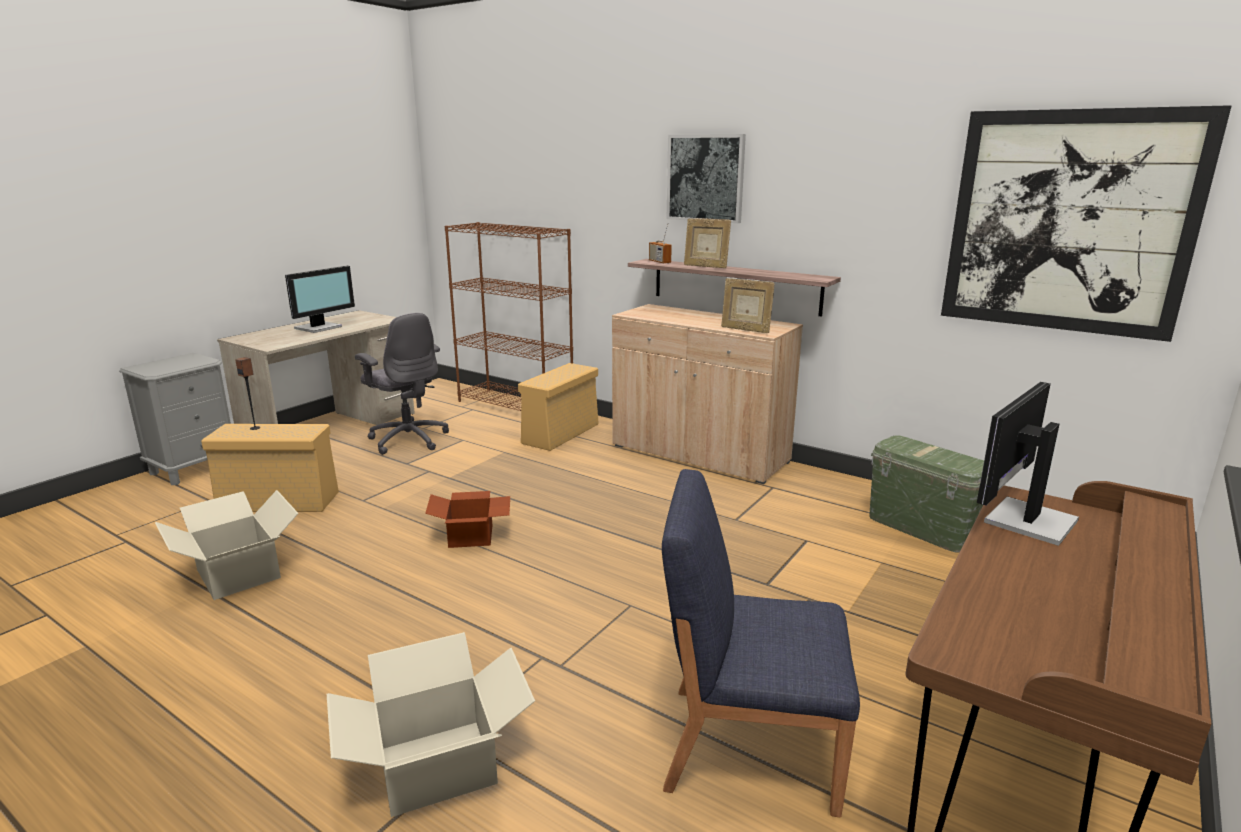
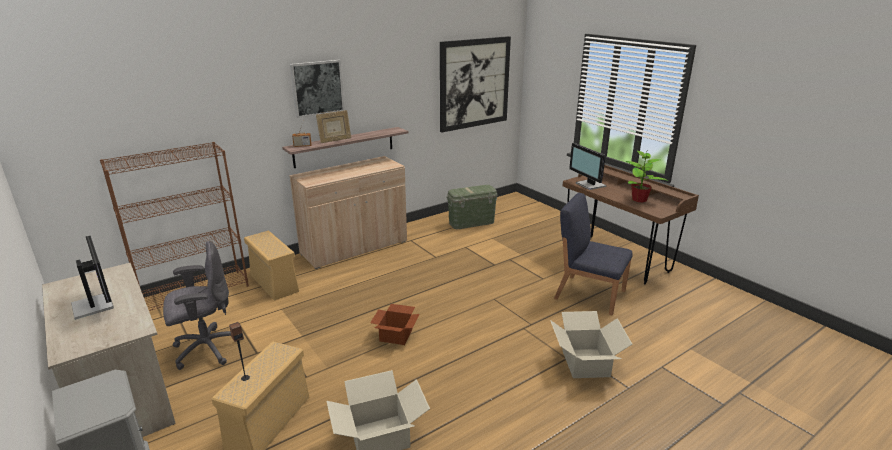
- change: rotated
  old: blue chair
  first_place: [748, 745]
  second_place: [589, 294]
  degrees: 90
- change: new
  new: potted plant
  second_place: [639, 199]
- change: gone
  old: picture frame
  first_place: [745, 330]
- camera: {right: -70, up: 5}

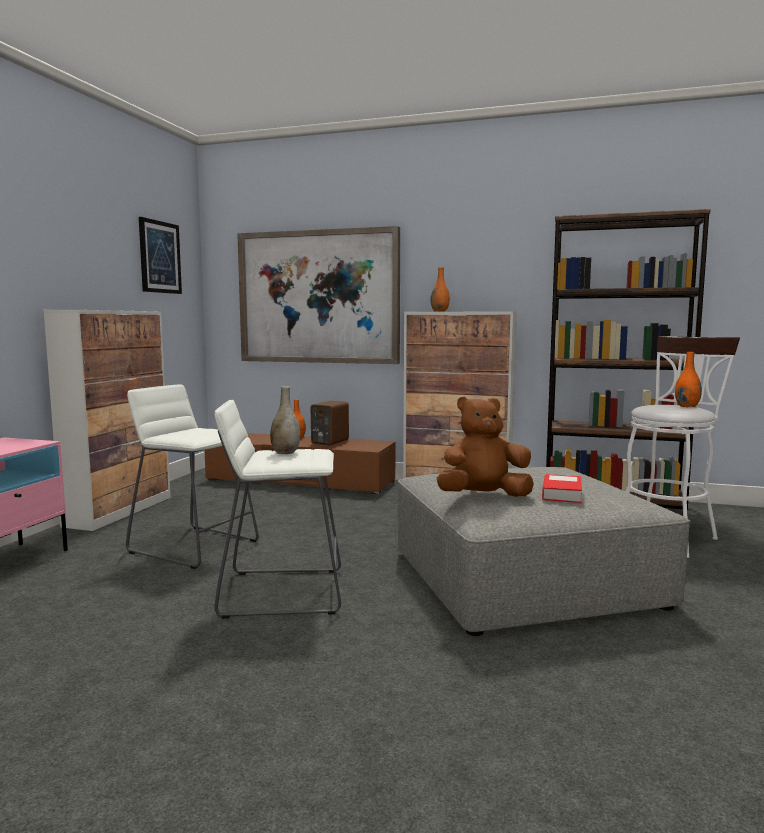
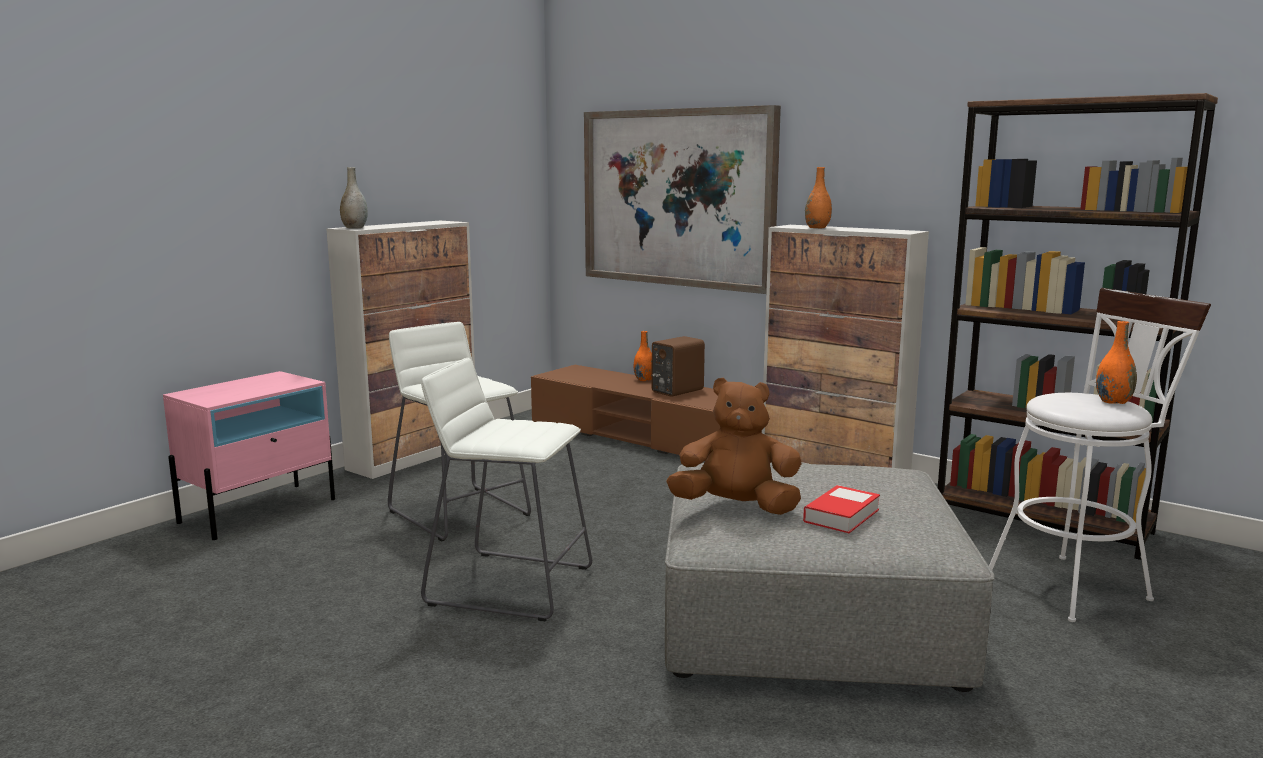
- change: shifted
  old: grey vase
  first_place: [285, 452]
  second_place: [354, 228]
- change: gone
  old: picture
  first_place: [159, 257]
- camera: {right: 20, up: 5}

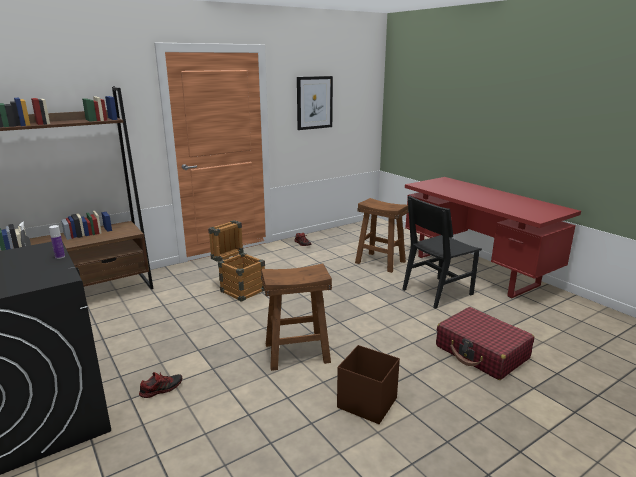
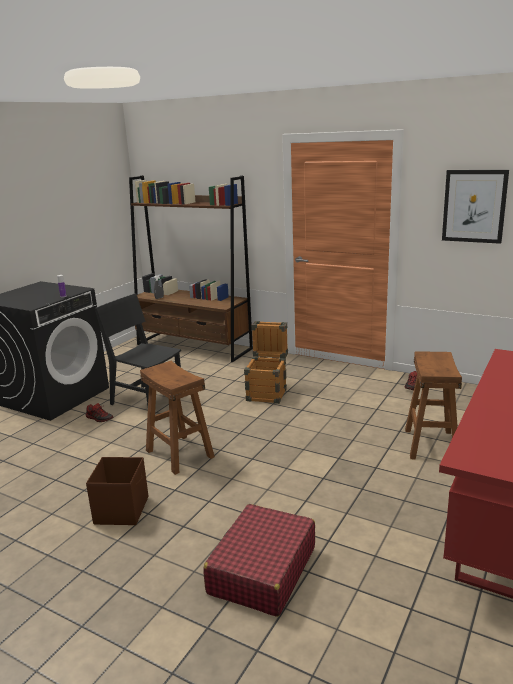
- change: shifted
  old: black chair
  first_place: [437, 292]
  second_place: [147, 400]
- camera: {right: 65, up: 0}

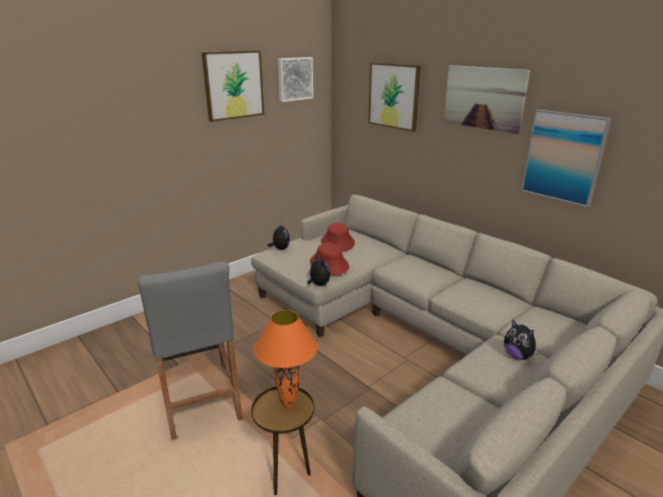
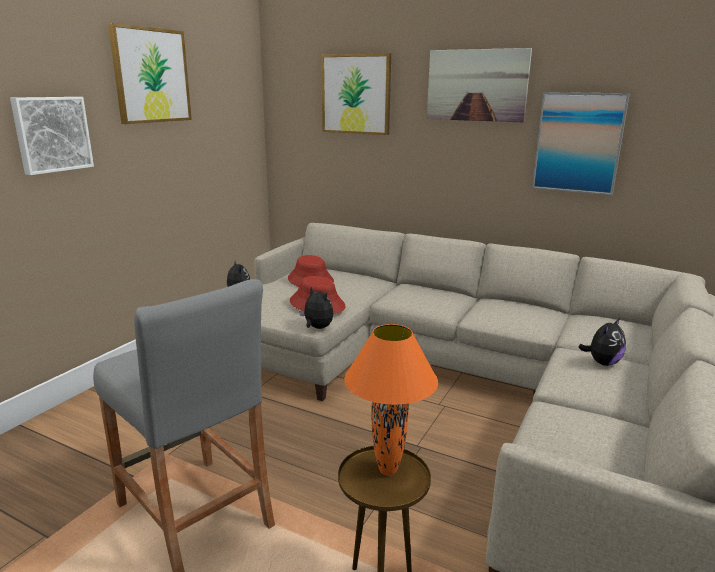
- change: shifted
  old: picture
  first_place: [294, 79]
  second_place: [52, 134]
- change: rotated
  old: plush toy
  first_place: [518, 356]
  second_place: [602, 362]
  degrees: -75
- camera: {right: -20, up: -5}

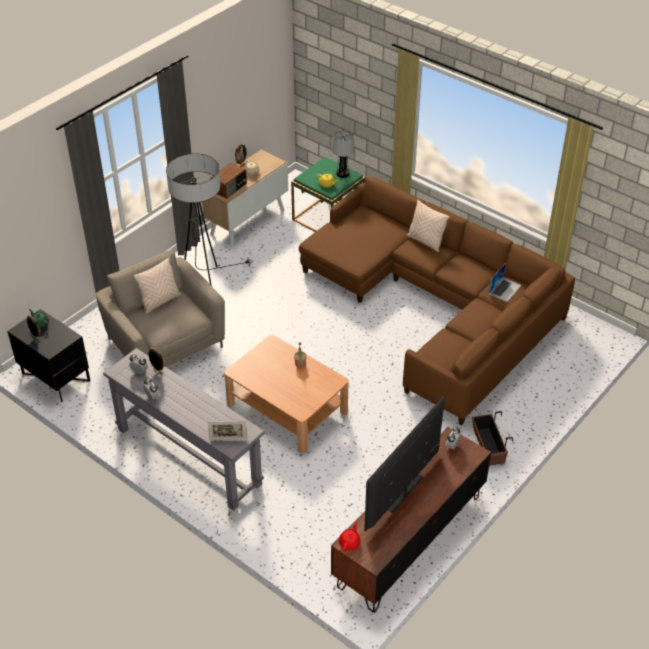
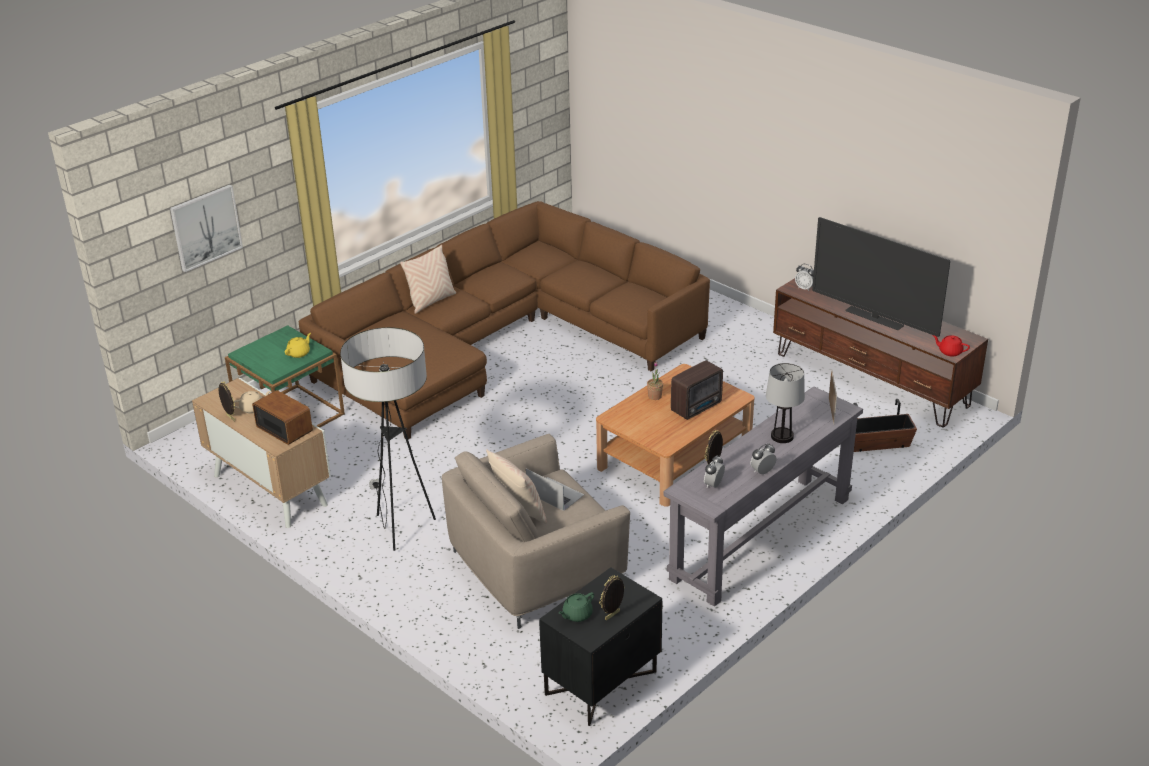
- change: new
  new: picture
  second_place: [206, 227]
- change: shifted
  old: laptop
  first_place: [505, 289]
  second_place: [555, 493]
- change: new
  new: radio
  second_place: [697, 407]
- change: shifted
  old: table lamp
  first_place: [343, 173]
  second_place: [782, 436]
- change: shifted
  old: planter
  first_place: [488, 447]
  second_place: [878, 443]
- camera: {right: -85, up: -10}

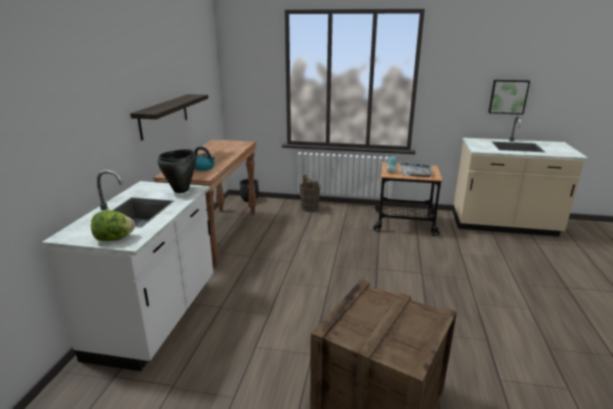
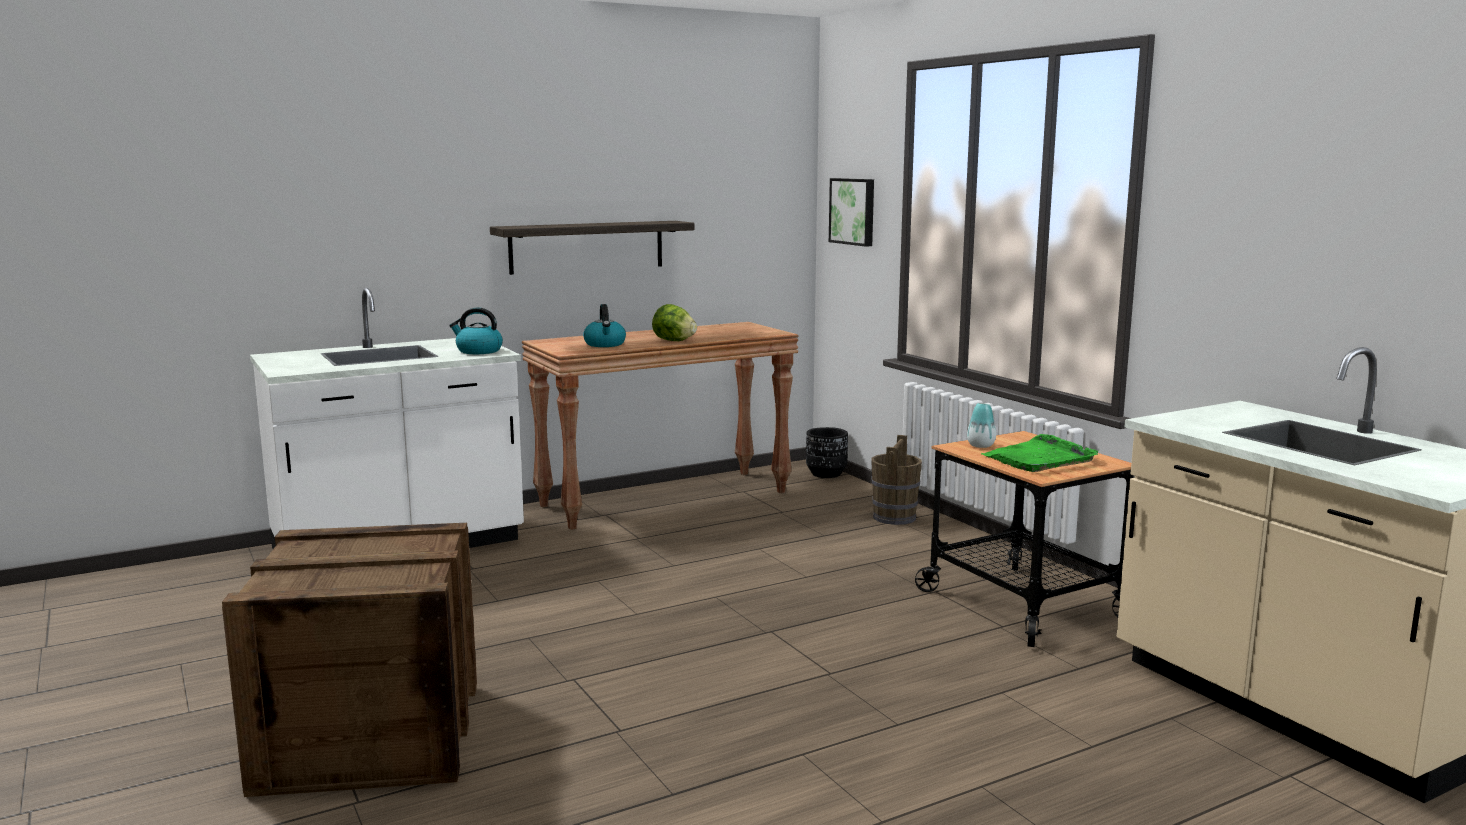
- change: swapped
  old: black cooking pot
  new: kettle
  first_place: [181, 190]
  second_place: [478, 351]
- change: shifted
  old: lettuce
  first_place: [114, 239]
  second_place: [674, 341]
- change: shifted
  old: picture
  first_place: [508, 96]
  second_place: [854, 211]
- change: repainted
  old: grey tray
  new: green tray
  first_place: [416, 171]
  second_place: [1039, 458]
- camera: {right: 50, up: -10}

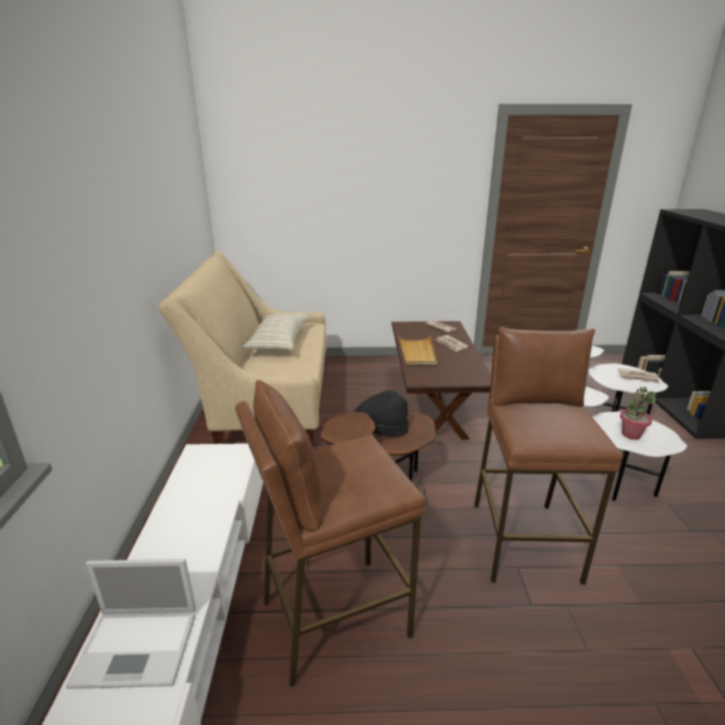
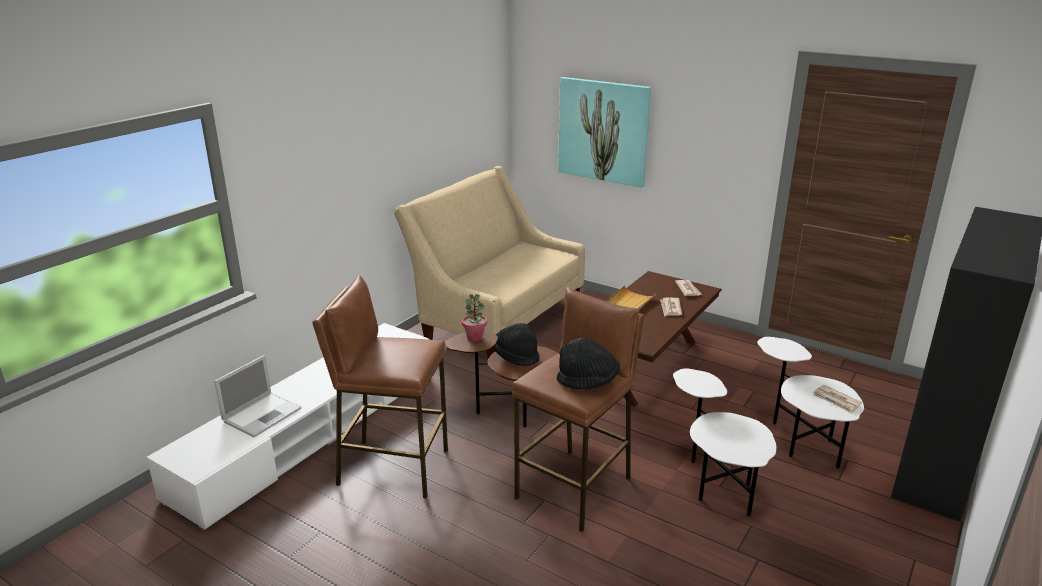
- change: rotated
  old: laptop
  first_place: [139, 647]
  second_place: [263, 414]
  degrees: -90
- change: shifted
  old: potted plant
  first_place: [631, 435]
  second_place: [475, 337]
- change: new
  new: black hat
  second_place: [588, 382]
- change: new
  new: picture
  second_place: [603, 131]
- change: gone
  old: pillow
  first_place: [279, 343]
- camera: {right: 35, up: 0}

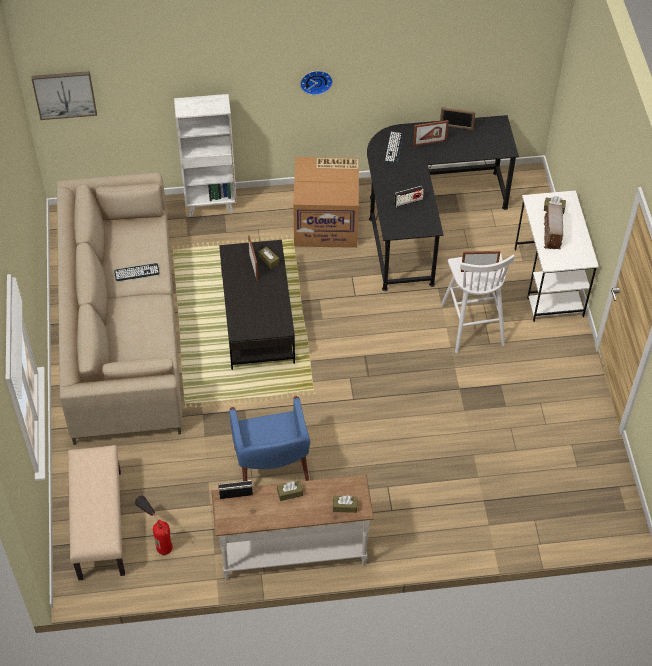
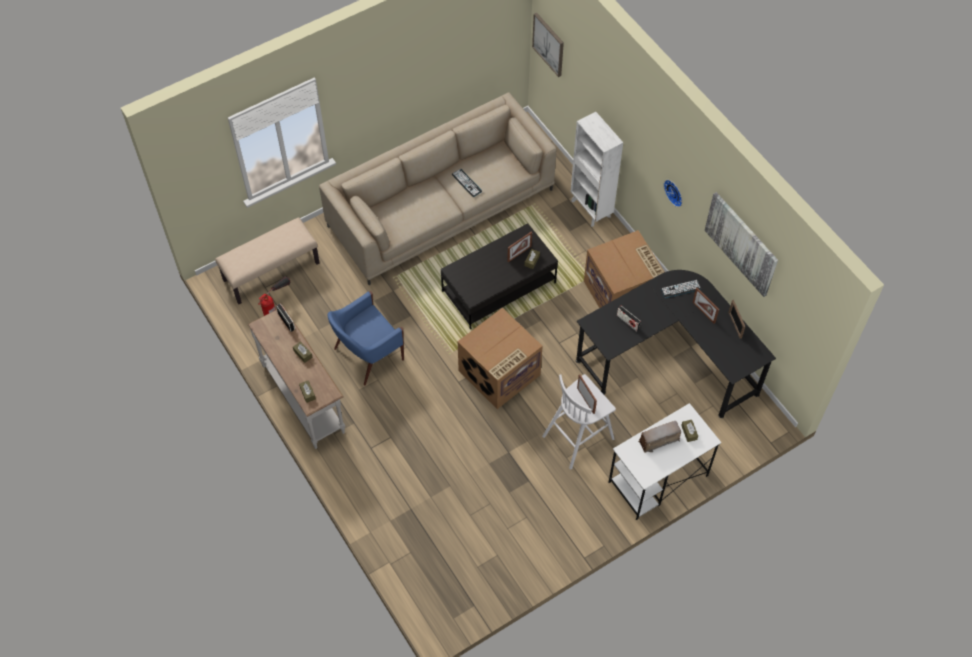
- change: new
  new: cardboard box
  second_place: [499, 374]
- change: new
  new: picture
  second_place: [741, 243]
- camera: {right: 65, up: 5}

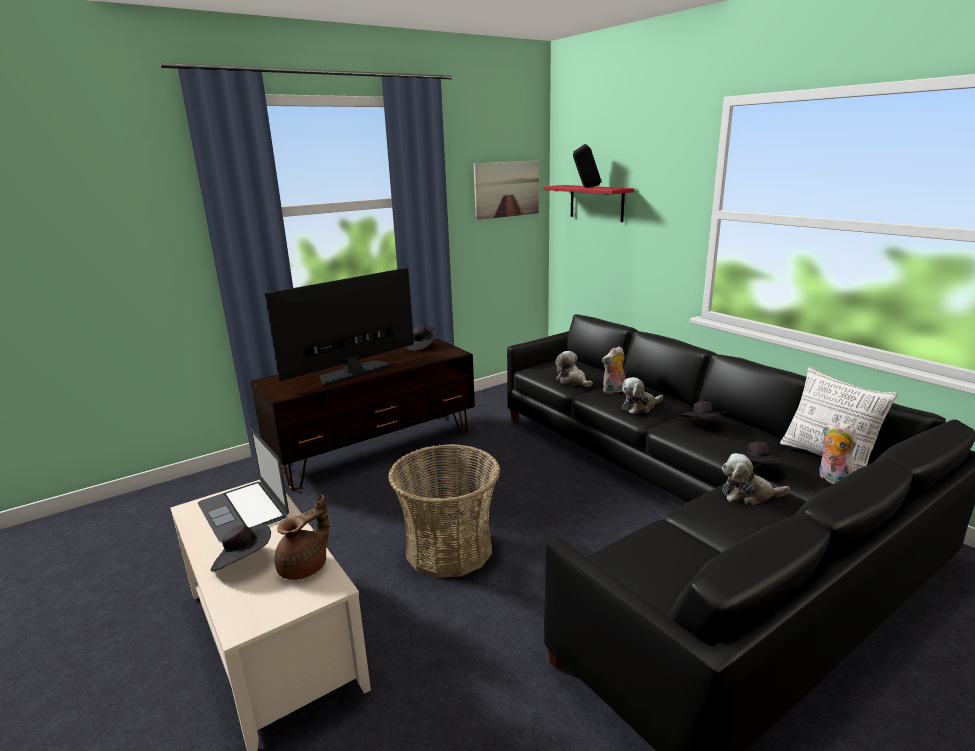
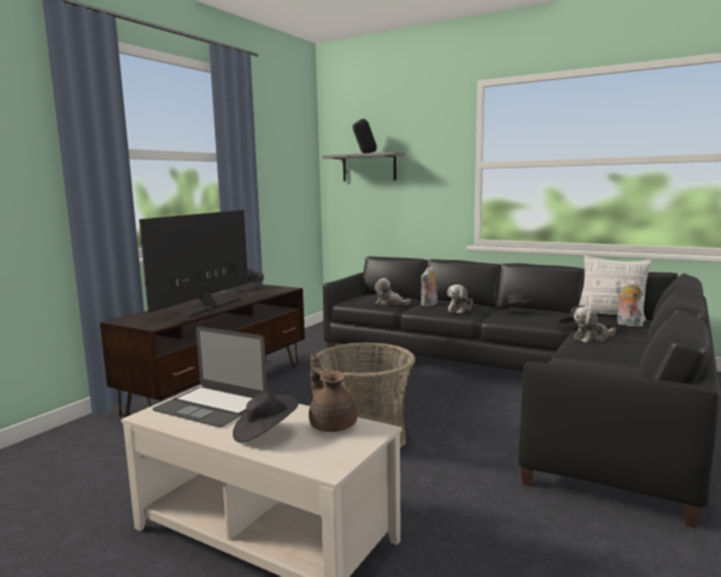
- change: rotated
  old: brown teapot
  first_place: [305, 567]
  second_place: [332, 424]
  degrees: -45
- change: repainted
  old: red shelf
  new: grey shelf
  first_place: [596, 203]
  second_place: [369, 167]
- change: gone
  old: picture
  first_place: [506, 189]
- camera: {right: -25, up: -10}

